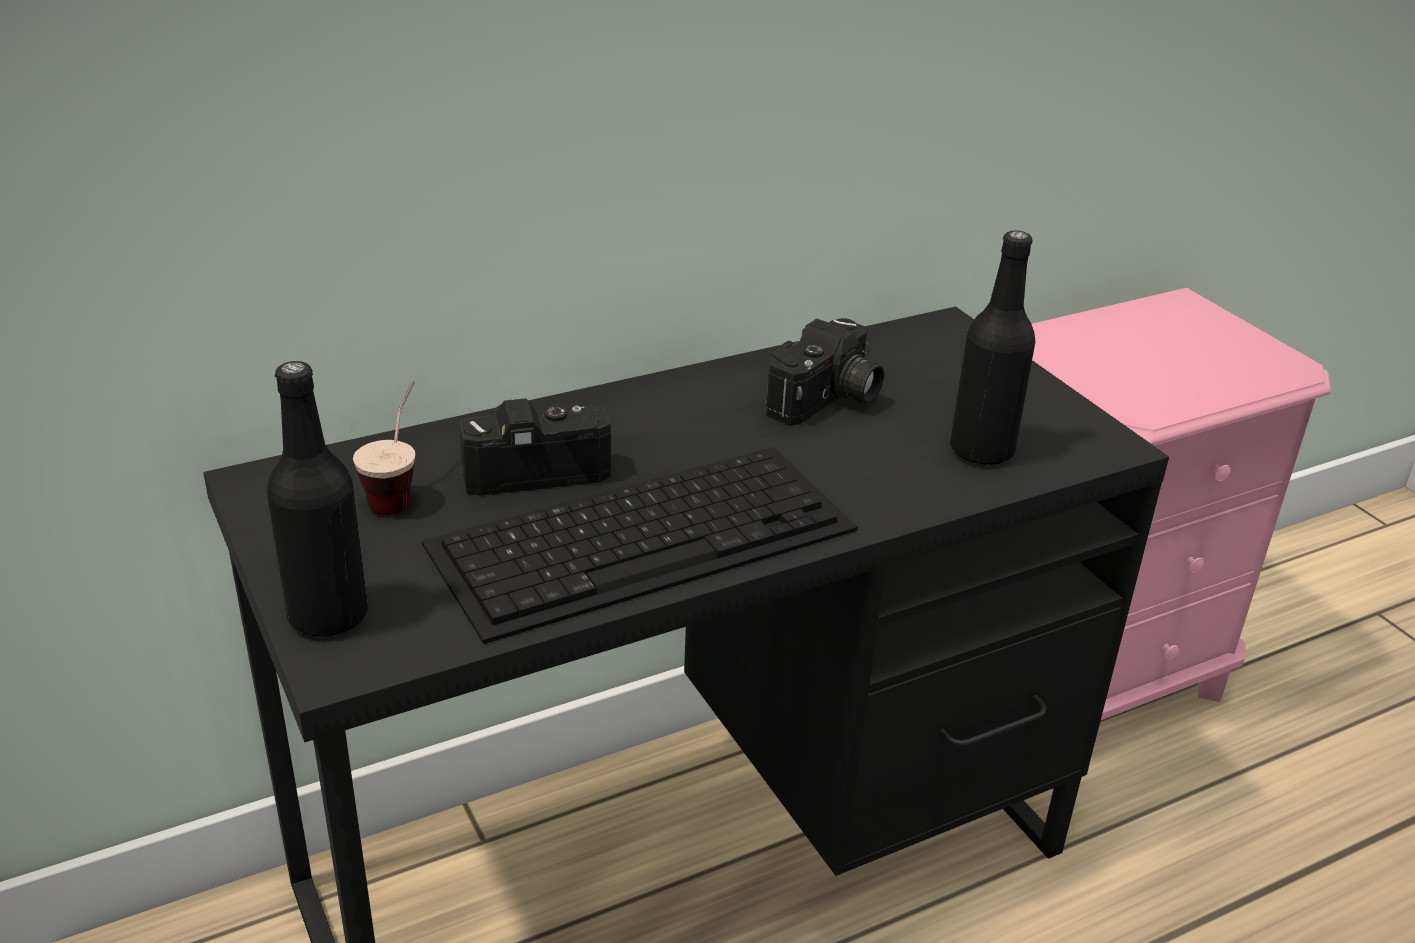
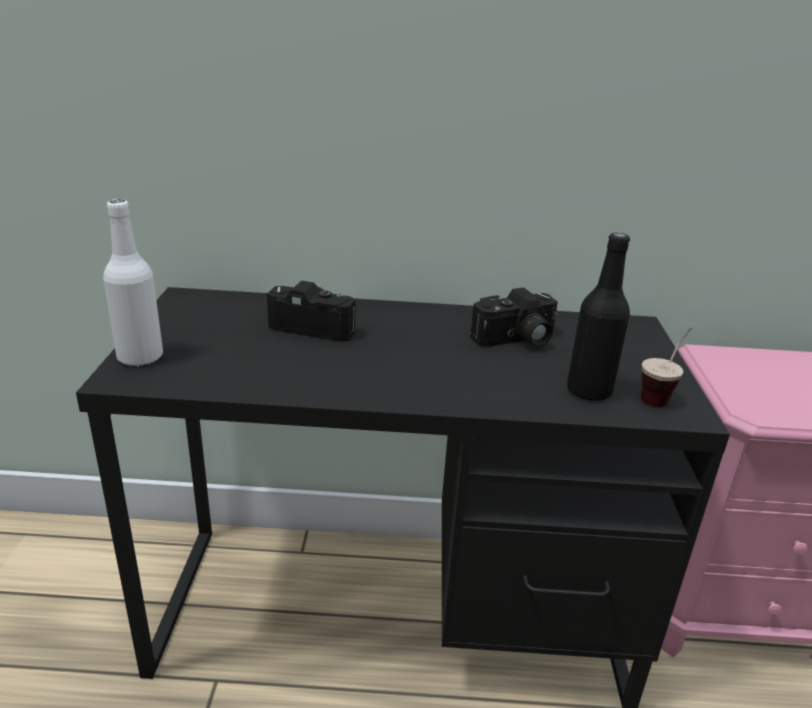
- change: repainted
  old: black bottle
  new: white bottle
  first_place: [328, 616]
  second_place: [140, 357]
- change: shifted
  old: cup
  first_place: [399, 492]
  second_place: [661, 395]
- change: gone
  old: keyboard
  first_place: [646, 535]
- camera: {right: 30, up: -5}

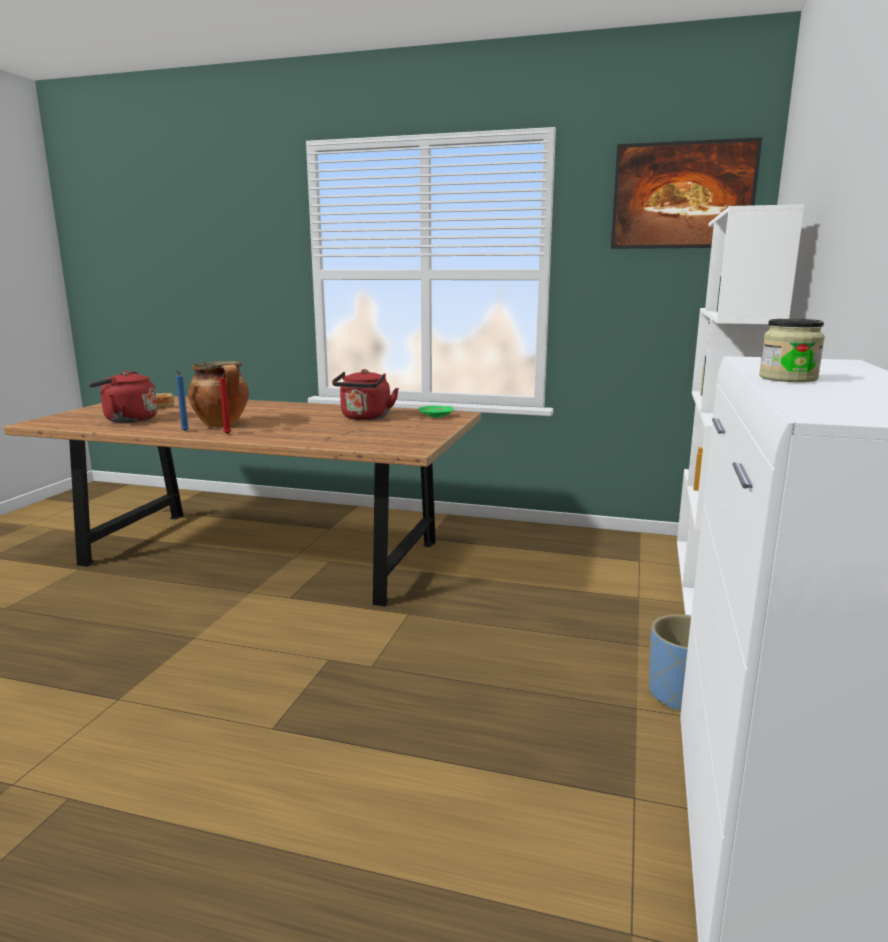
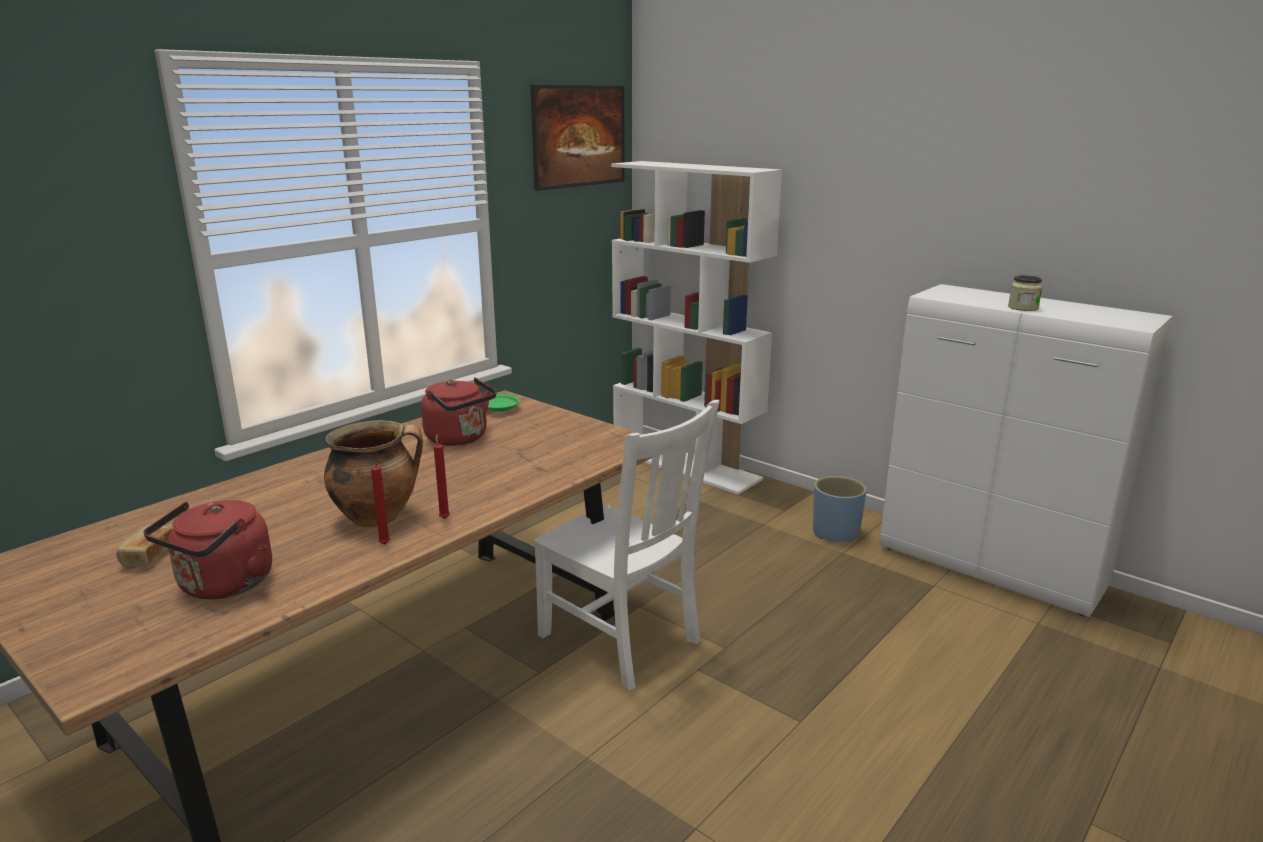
- change: repainted
  old: blue candle
  new: red candle
  first_place: [184, 431]
  second_place: [386, 545]
- change: new
  new: white chair
  second_place: [622, 640]
- camera: {right: -65, up: 5}

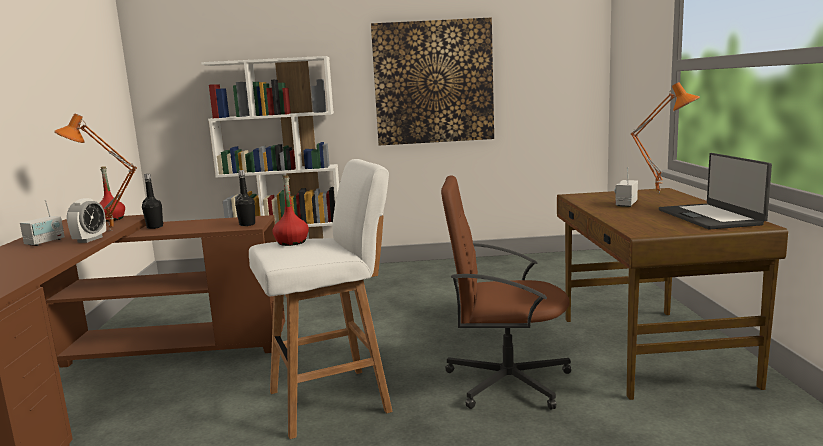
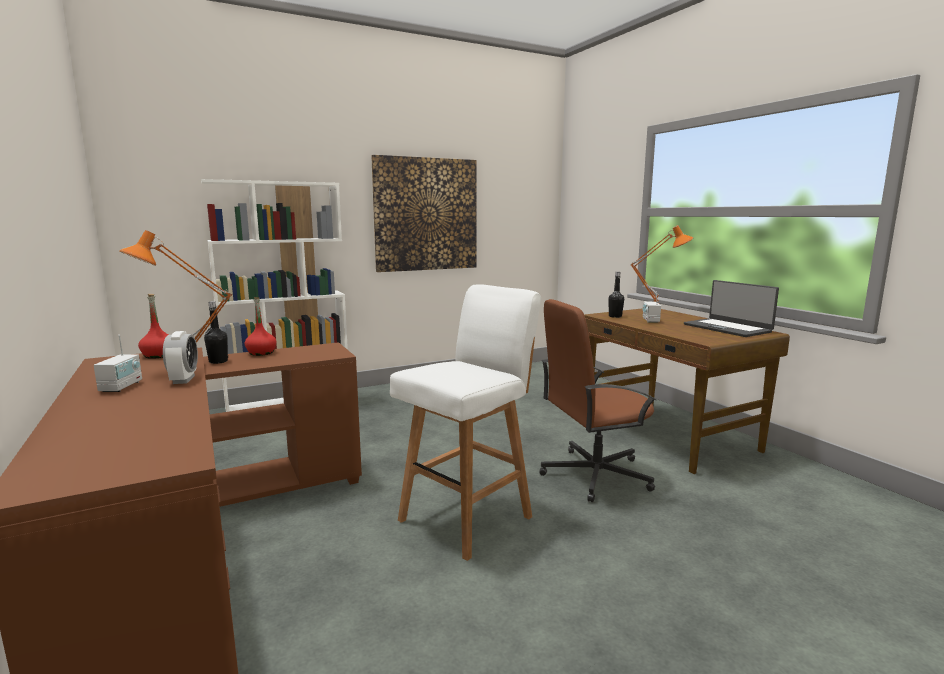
- change: shifted
  old: red bottle
  first_place: [292, 242]
  second_place: [261, 353]
- change: shifted
  old: black bottle
  first_place: [247, 224]
  second_place: [615, 316]
- camera: {right: -25, up: 0}

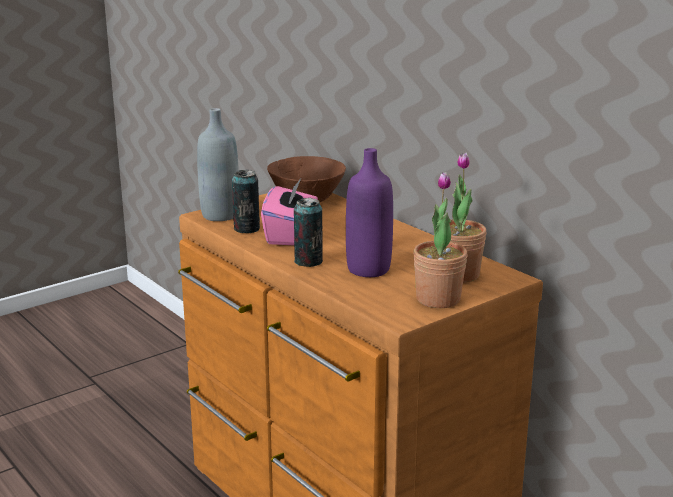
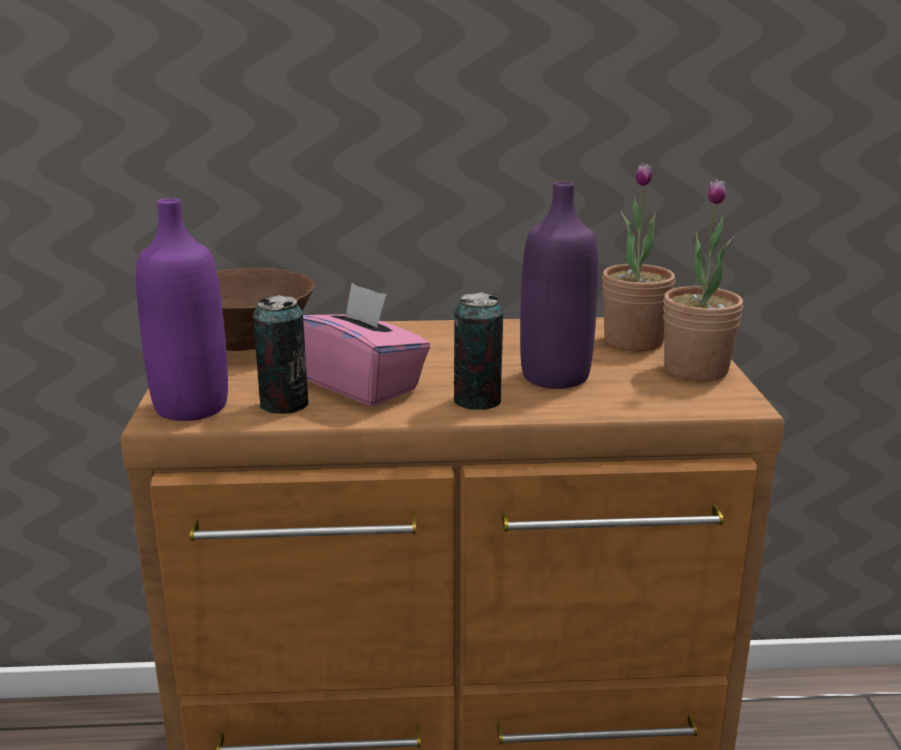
- change: repainted
  old: grey bottle
  new: purple bottle
  first_place: [220, 215]
  second_place: [191, 407]
- camera: {right: -55, up: 0}

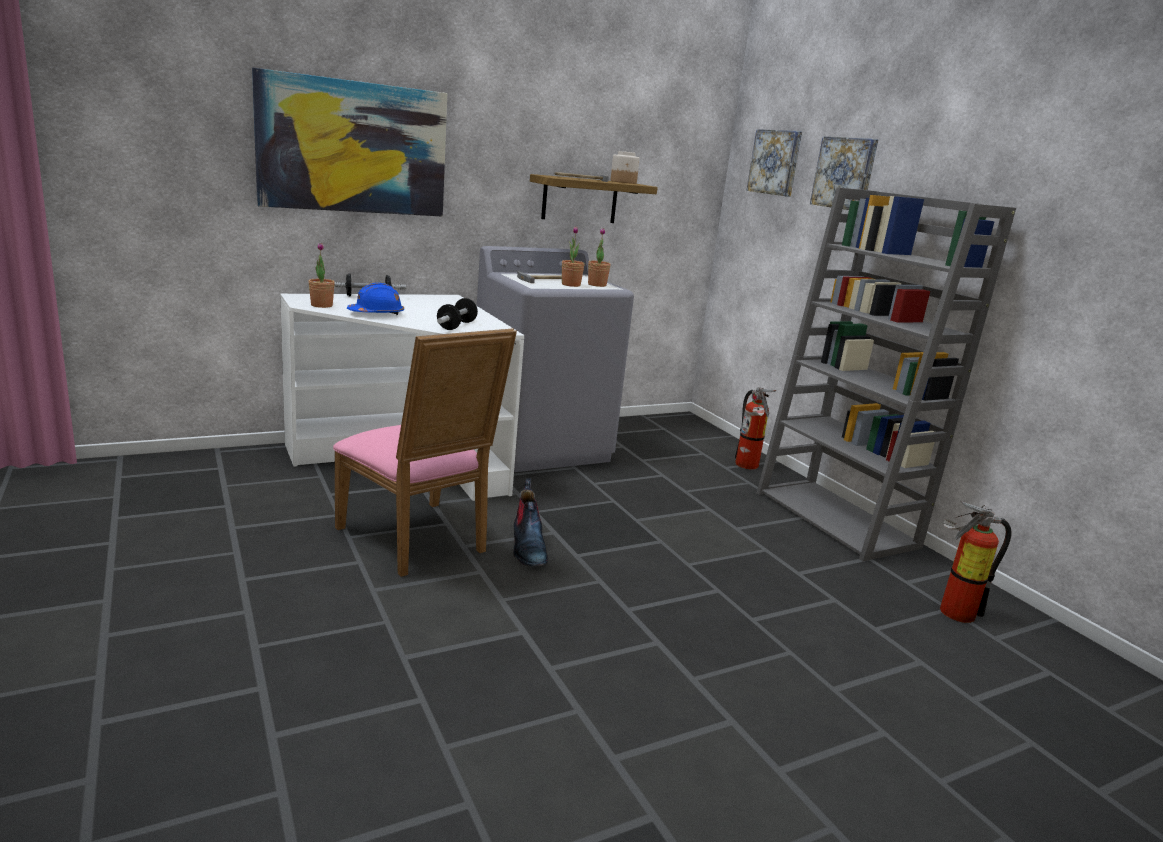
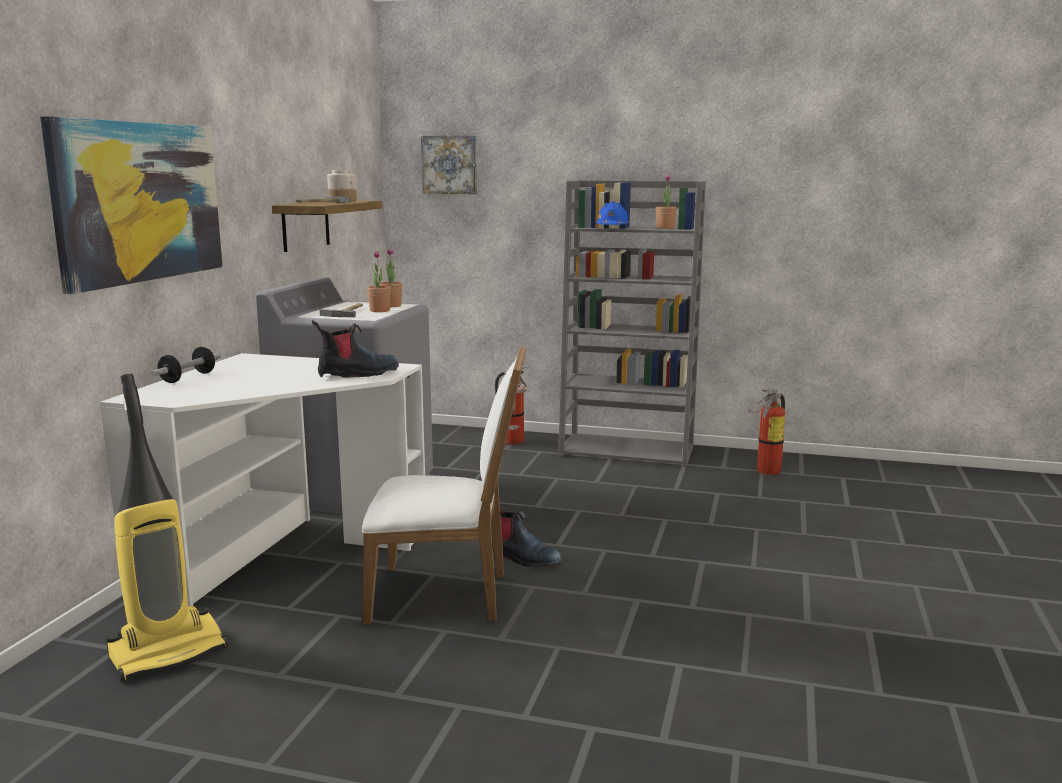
- change: new
  new: vacuum cleaner
  second_place: [168, 652]
- change: swapped
  old: dumbbell
  new: boot
  first_place: [457, 326]
  second_place: [358, 374]
- change: repainted
  old: pink chair
  new: white chair
  first_place: [419, 541]
  second_place: [447, 595]
- change: shifted
  old: blue hard hat
  first_place: [376, 314]
  second_place: [612, 228]
- change: shifted
  old: potted plant
  first_place: [321, 305]
  second_place: [665, 228]
- change: gone
  old: picture
  first_place: [845, 173]
- camera: {right: -45, up: -5}

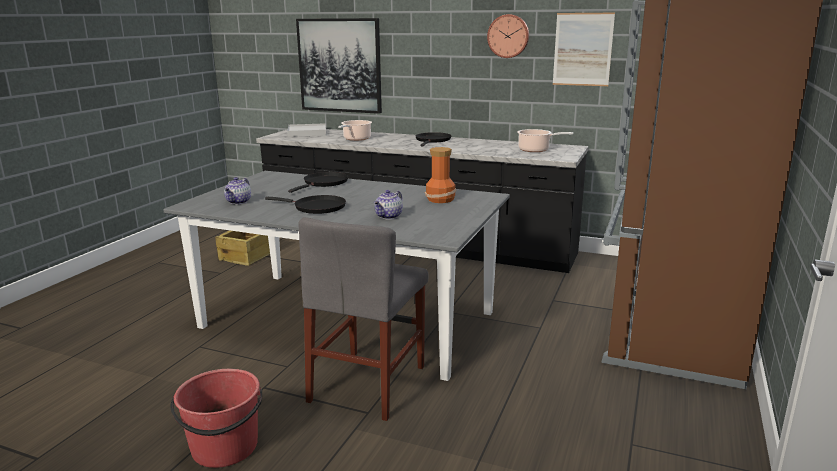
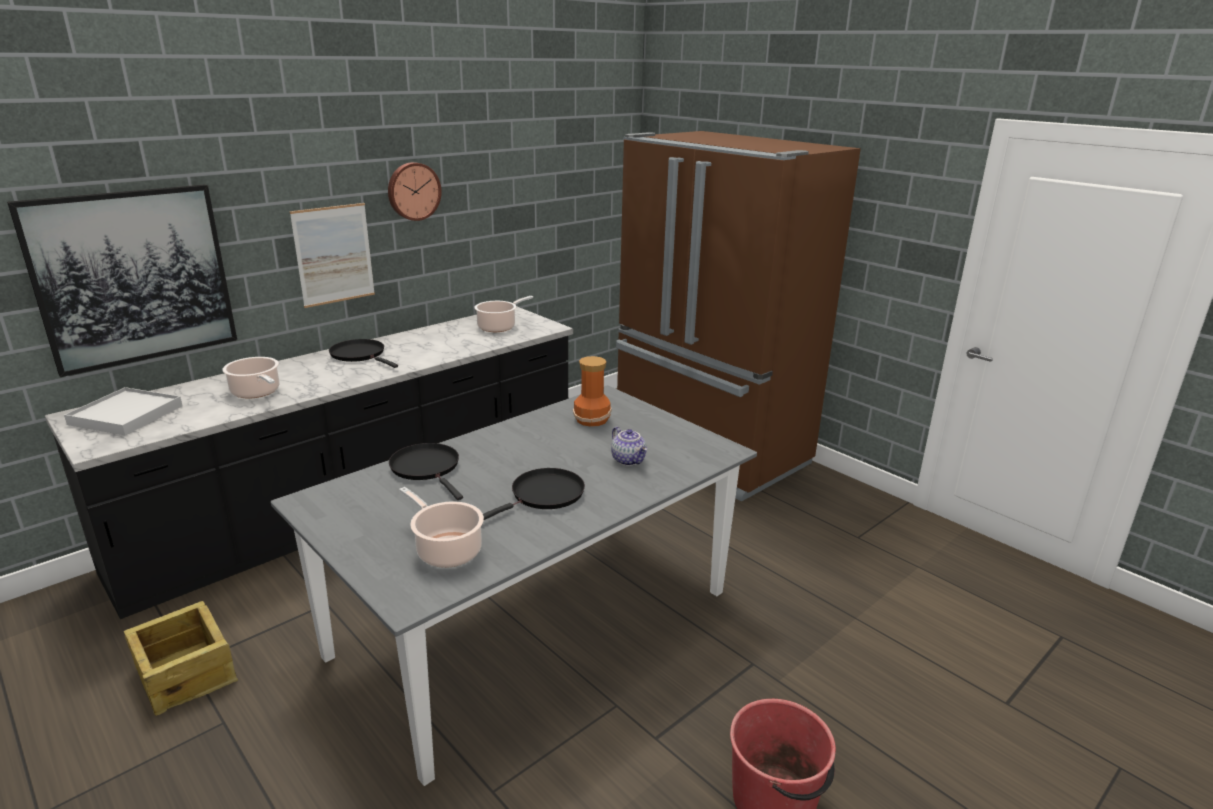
- change: shifted
  old: picture
  first_place: [582, 49]
  second_place: [334, 255]
- change: swapped
  old: teapot
  new: cooking pot
  first_place: [239, 202]
  second_place: [446, 550]
- change: gone
  old: grey chair
  first_place: [368, 383]
- camera: {right: -65, up: 5}

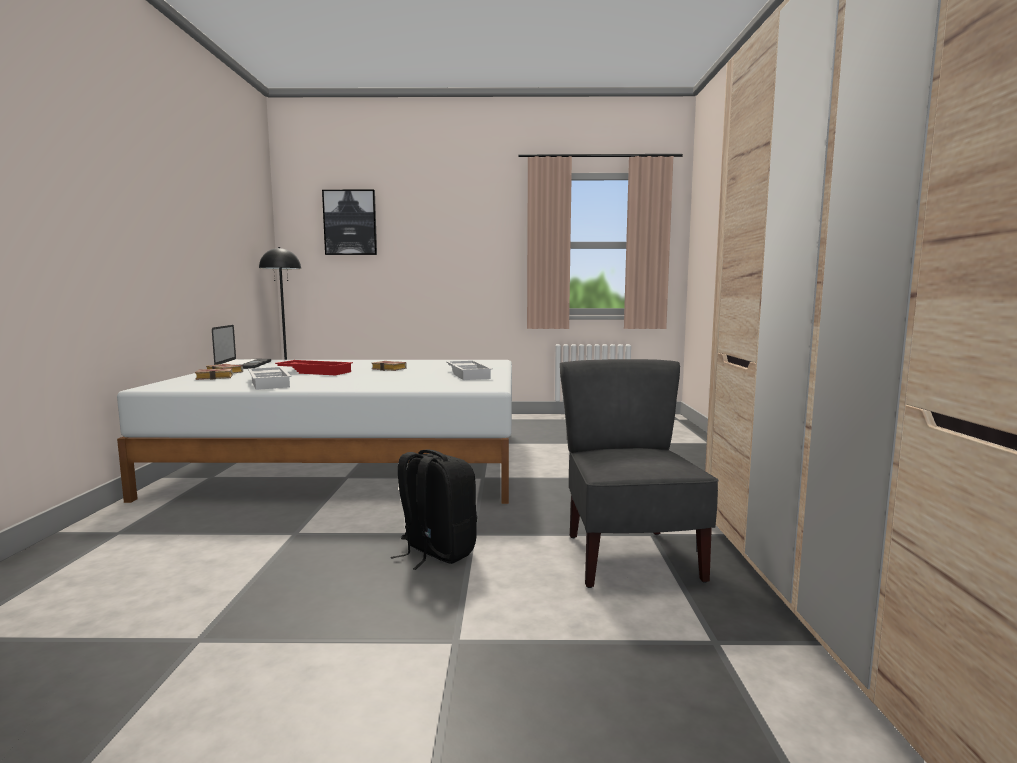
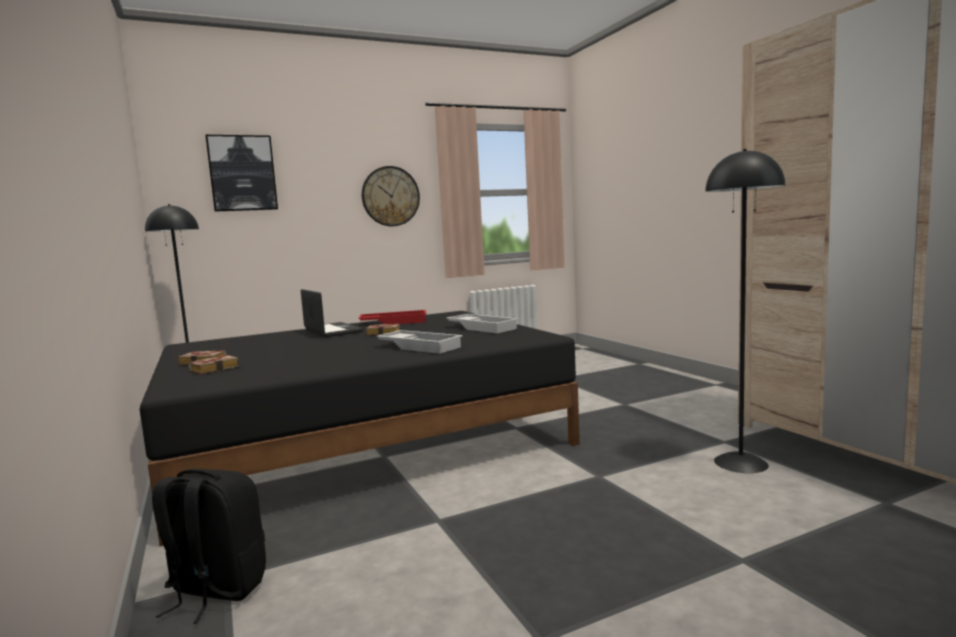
- change: repainted
  old: white bed
  new: black bed
  first_place: [355, 461]
  second_place: [362, 439]
- change: shifted
  old: black backpack
  first_place: [435, 552]
  second_place: [215, 590]
- change: shifted
  old: laptop
  first_place: [244, 365]
  second_place: [333, 331]
- change: shifted
  old: red tray
  first_place: [316, 372]
  second_place: [394, 322]
- change: new
  new: wall clock
  second_place: [390, 196]
- change: shifted
  old: white tray
  first_place: [270, 383]
  second_place: [420, 347]
- change: swapped
  old: grey chair
  new: black floor lamp
  first_place: [629, 557]
  second_place: [740, 462]
- camera: {right: -25, up: 0}

